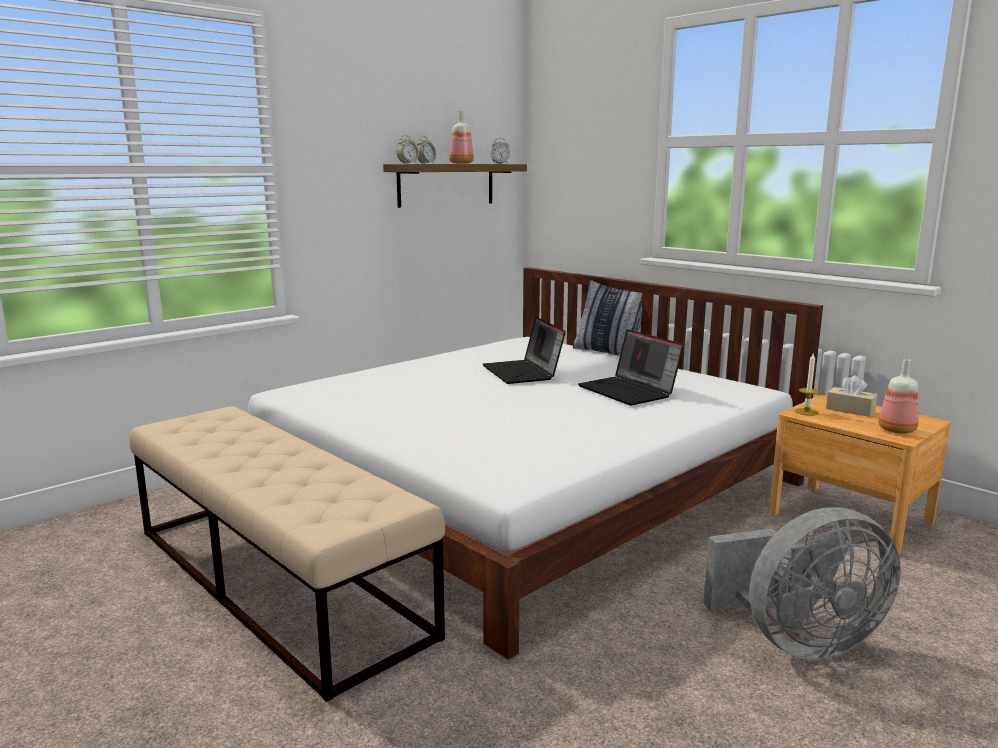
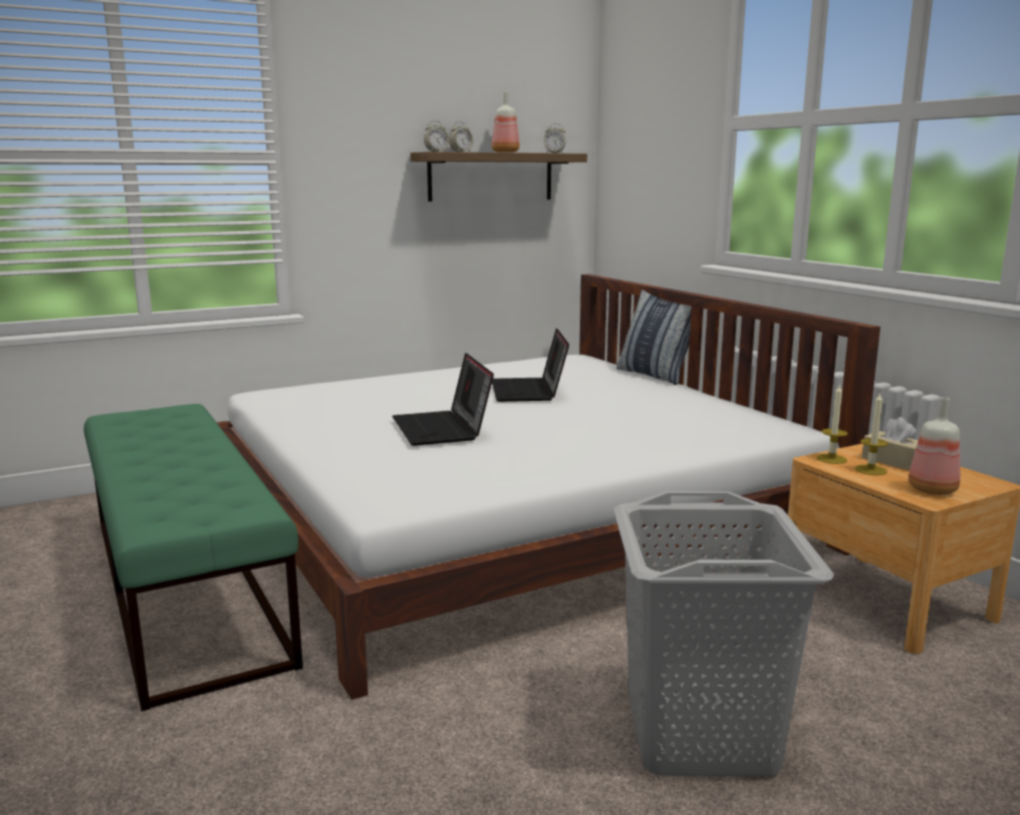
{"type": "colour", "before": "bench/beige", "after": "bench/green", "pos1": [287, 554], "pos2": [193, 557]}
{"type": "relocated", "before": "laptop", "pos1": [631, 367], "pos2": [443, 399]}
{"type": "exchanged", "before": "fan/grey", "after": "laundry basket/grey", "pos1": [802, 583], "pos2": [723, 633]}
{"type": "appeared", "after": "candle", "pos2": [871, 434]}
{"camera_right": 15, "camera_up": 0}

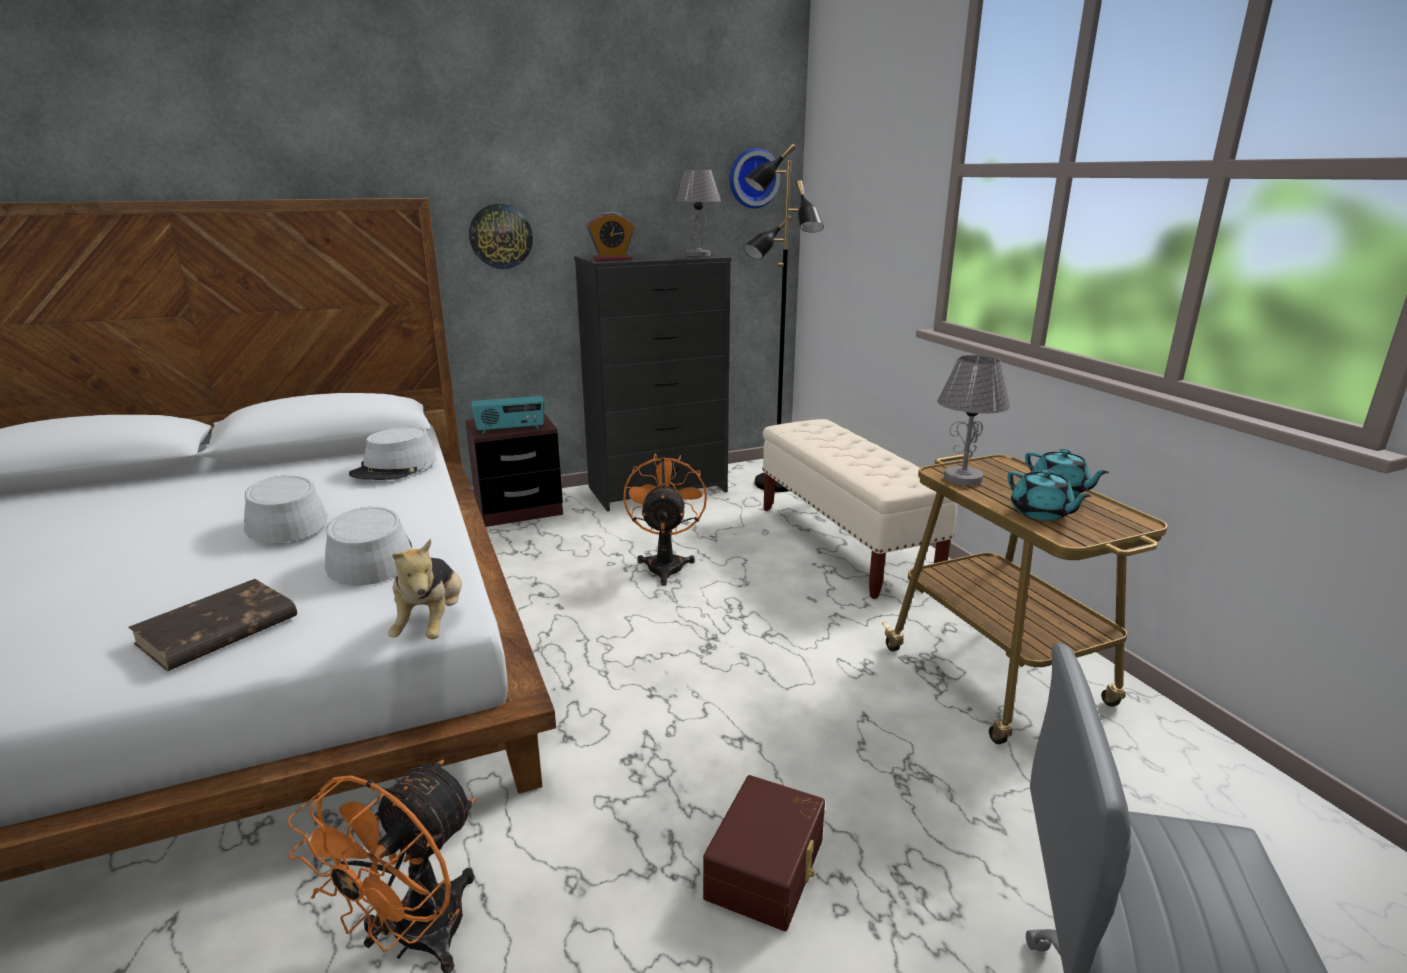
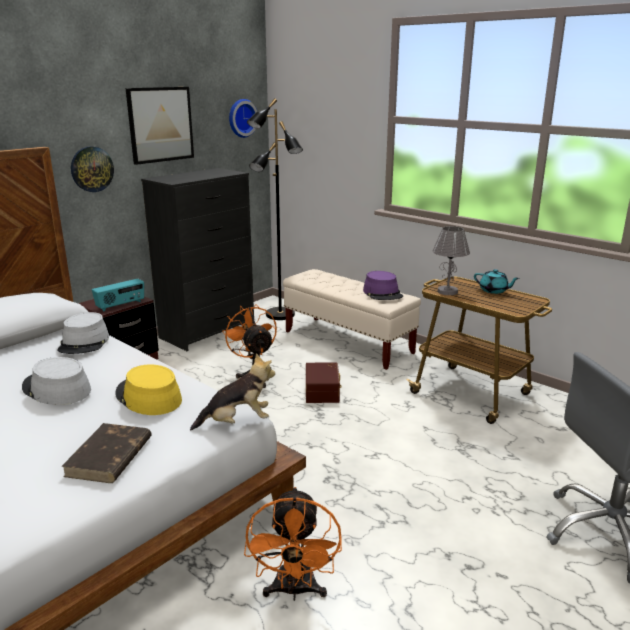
{"type": "colour", "before": "hat/grey", "after": "hat/yellow", "pos1": [368, 546], "pos2": [148, 389]}
{"type": "appeared", "after": "picture", "pos2": [160, 126]}
{"type": "spun", "before": "plush toy", "pos1": [425, 589], "pos2": [232, 392], "turn": -75}
{"type": "relocated", "before": "storage box/brown", "pos1": [764, 853], "pos2": [324, 382]}
{"type": "appeared", "after": "hat/purple", "pos2": [383, 285]}
{"type": "missing", "before": "alarm clock", "pos1": [610, 236]}
{"type": "missing", "before": "table lamp/grey", "pos1": [698, 213]}
{"type": "missing", "before": "teapot/turquoise", "pos1": [1049, 495]}
{"camera_right": -25, "camera_up": 0}

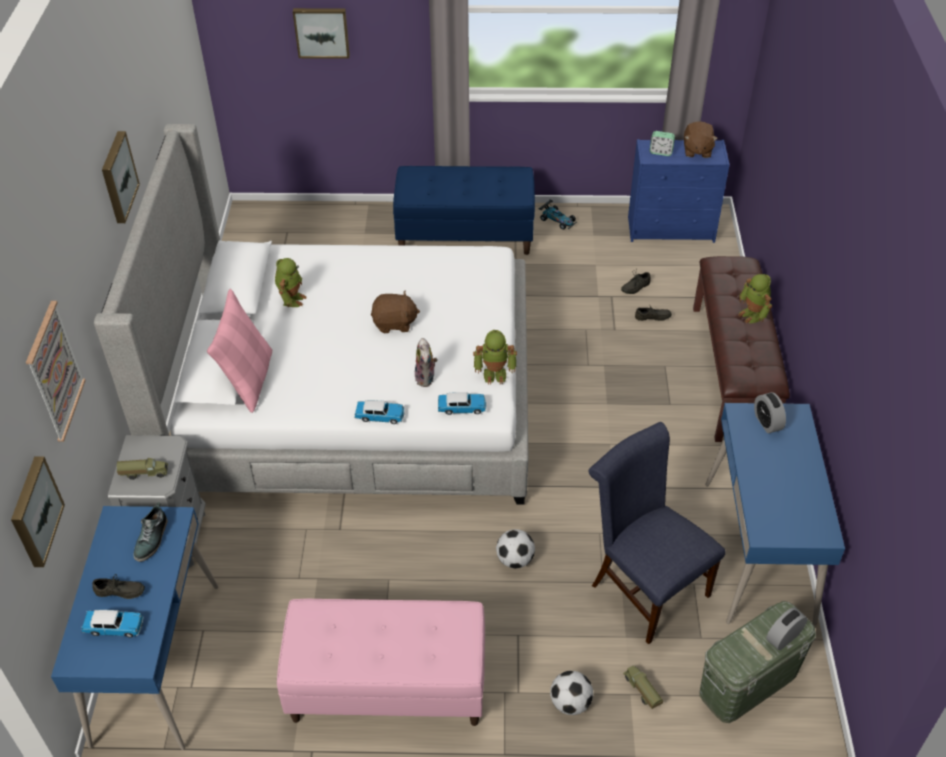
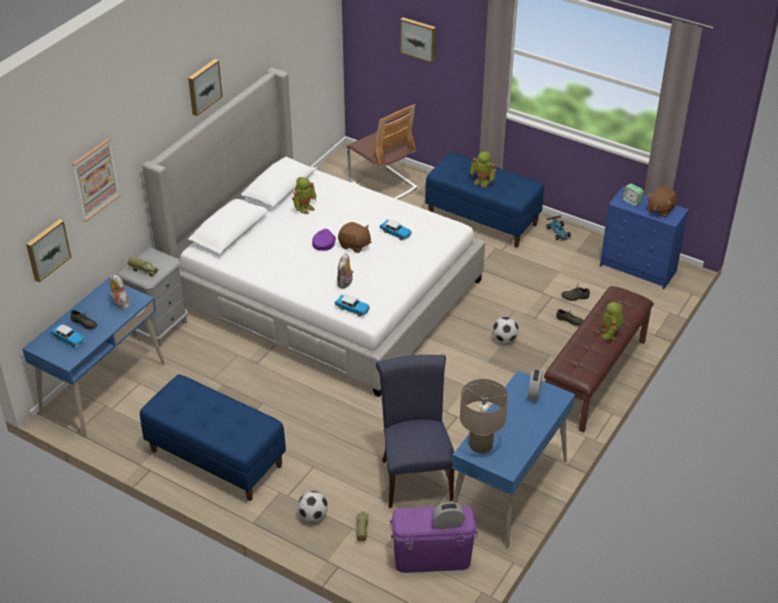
{"type": "exchanged", "before": "shoe", "after": "plush toy", "pos1": [150, 532], "pos2": [120, 292]}
{"type": "colour", "before": "bench/pink", "after": "bench/blue", "pos1": [381, 662], "pos2": [213, 437]}
{"type": "appeared", "after": "cap/purple", "pos2": [324, 240]}
{"type": "appeared", "after": "chair", "pos2": [382, 151]}
{"type": "relocated", "before": "toy car", "pos1": [379, 412], "pos2": [396, 230]}
{"type": "colour", "before": "storage box/green", "after": "storage box/purple", "pos1": [757, 662], "pos2": [434, 539]}
{"type": "appeared", "after": "table lamp/beige", "pos2": [484, 416]}
{"type": "relocated", "before": "toy robot", "pos1": [495, 357], "pos2": [483, 169]}
{"type": "relocated", "before": "football", "pos1": [515, 549], "pos2": [506, 330]}
{"type": "missing", "before": "pillow/pink", "pos1": [239, 351]}
{"camera_right": 30, "camera_up": -5}

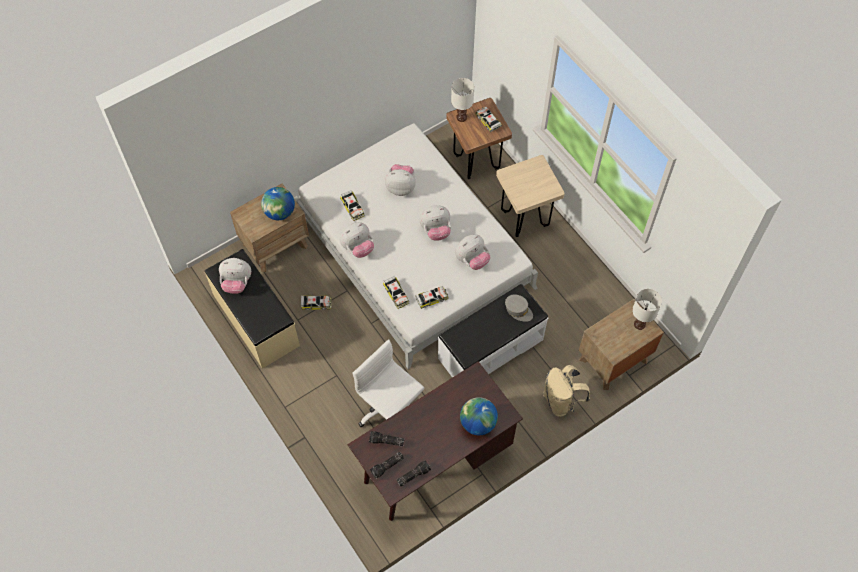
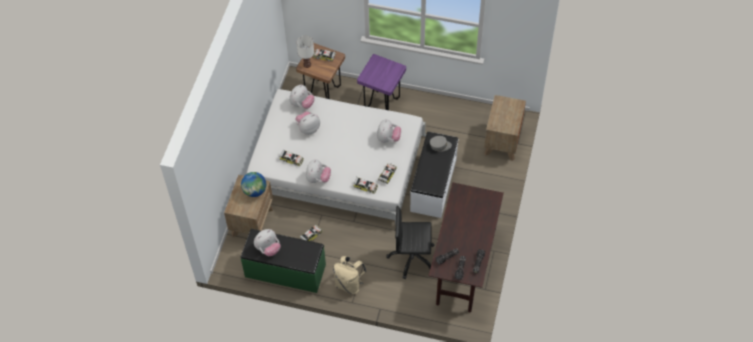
{"type": "colour", "before": "bench/beige", "after": "bench/green", "pos1": [252, 308], "pos2": [283, 261]}
{"type": "relocated", "before": "plush toy", "pos1": [435, 223], "pos2": [302, 97]}
{"type": "relocated", "before": "backpack/beige", "pos1": [566, 391], "pos2": [350, 275]}
{"type": "colour", "before": "stool/beige", "after": "stool/purple", "pos1": [530, 196], "pos2": [381, 82]}
{"type": "colour", "before": "office chair/white", "after": "office chair/black", "pos1": [388, 383], "pos2": [410, 242]}
{"type": "missing", "before": "globe", "pos1": [479, 416]}
{"type": "missing", "before": "table lamp/white", "pos1": [647, 309]}
{"camera_right": -40, "camera_up": -5}

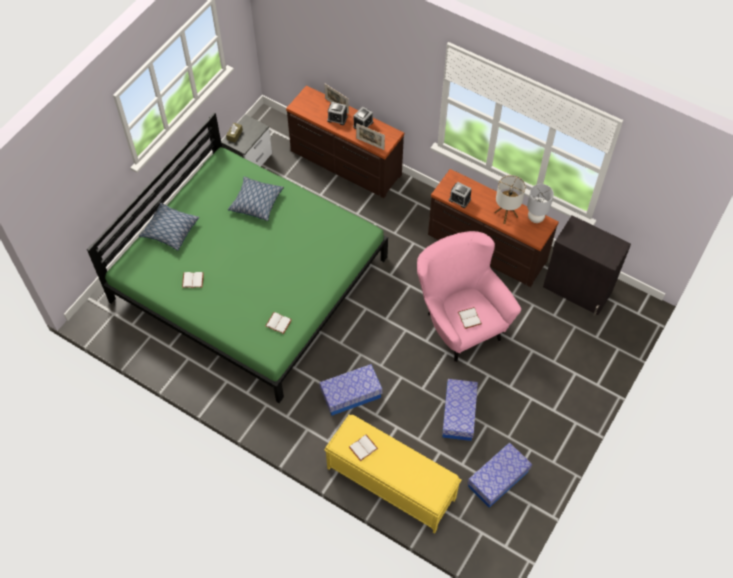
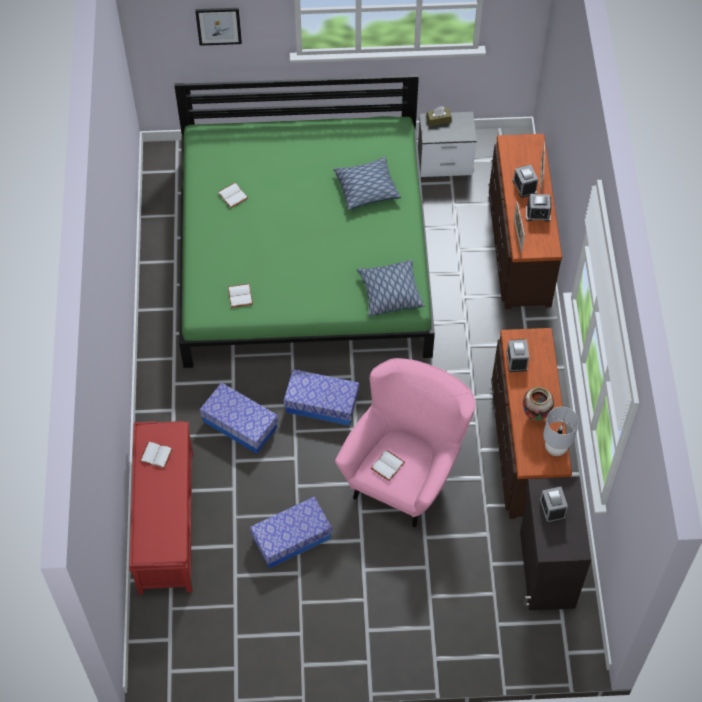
{"type": "colour", "before": "bench/yellow", "after": "bench/red", "pos1": [393, 474], "pos2": [161, 507]}
{"type": "appeared", "after": "picture", "pos2": [218, 27]}
{"type": "relocated", "before": "storage box", "pos1": [500, 475], "pos2": [321, 397]}
{"type": "relocated", "before": "pillow", "pos1": [169, 227], "pos2": [391, 288]}
{"type": "exchanged", "before": "table lamp", "after": "vase", "pos1": [510, 199], "pos2": [538, 404]}
{"type": "appeared", "after": "alarm clock", "pos2": [553, 504]}
{"camera_right": 55, "camera_up": 0}

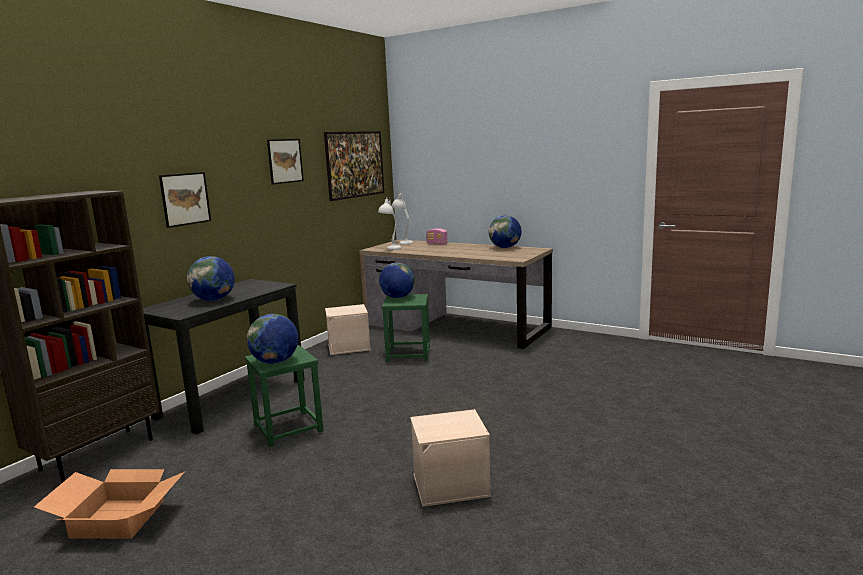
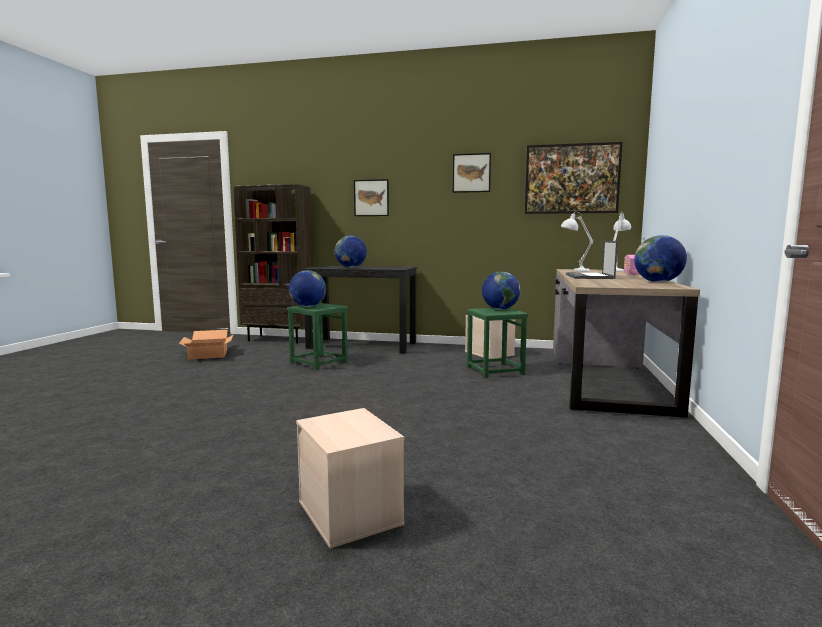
{"type": "relocated", "before": "storage box/beige", "pos1": [450, 458], "pos2": [350, 478]}
{"type": "appeared", "after": "laptop", "pos2": [592, 260]}
{"camera_right": 70, "camera_up": -5}

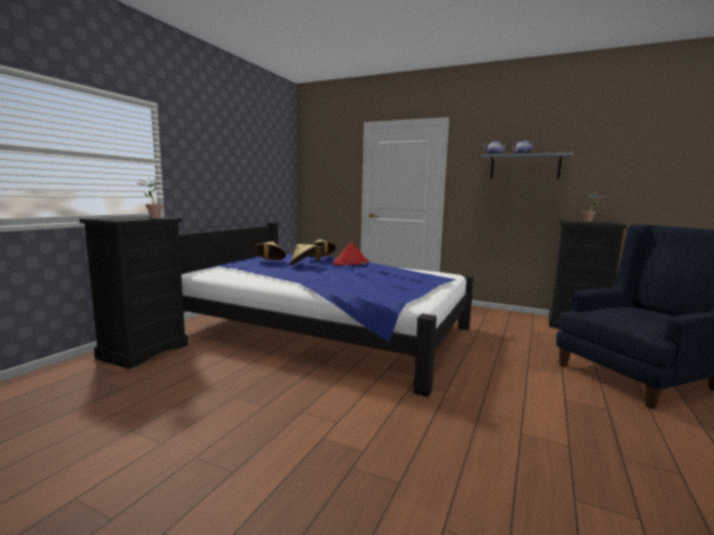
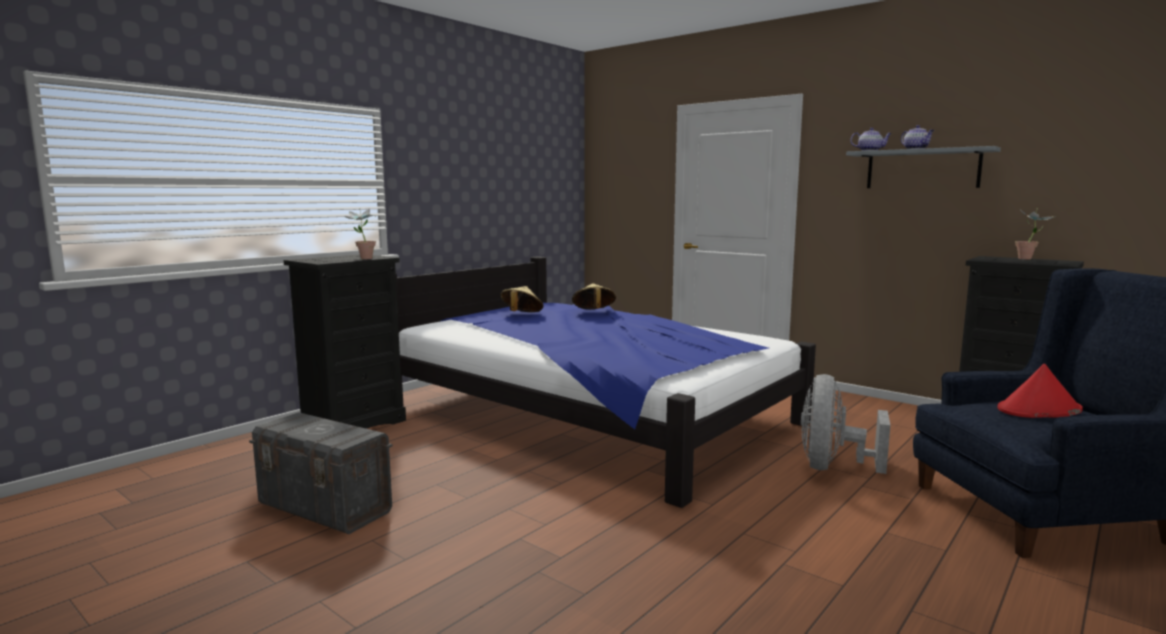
{"type": "appeared", "after": "storage box/grey", "pos2": [320, 473]}
{"type": "appeared", "after": "fan/grey", "pos2": [846, 424]}
{"type": "relocated", "before": "hat/red", "pos1": [351, 253], "pos2": [1040, 391]}
{"type": "missing", "before": "hat/beige", "pos1": [305, 254]}
{"camera_right": 15, "camera_up": 0}

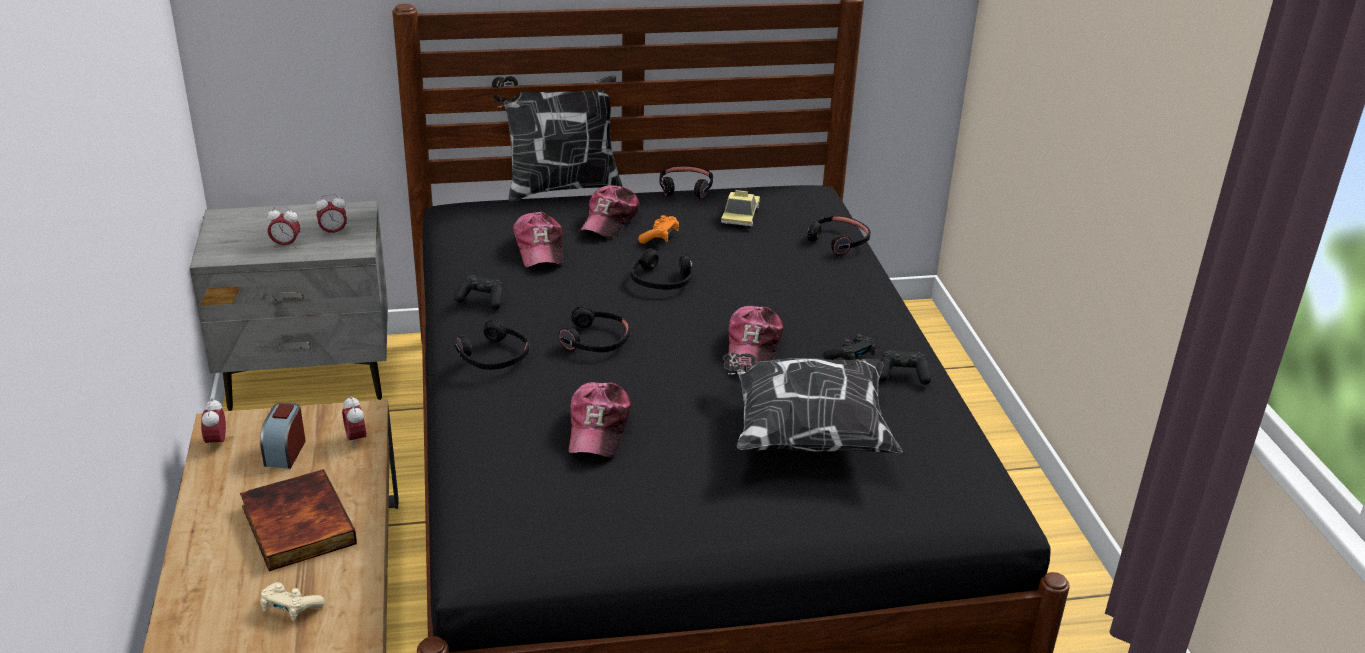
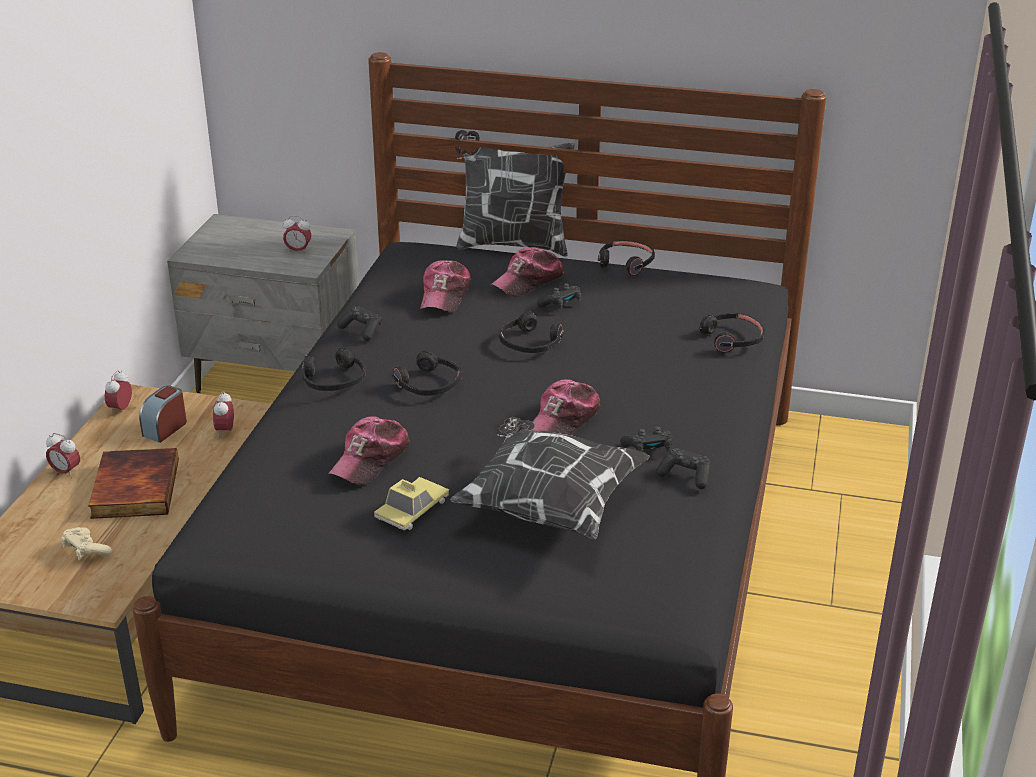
{"type": "relocated", "before": "alarm clock", "pos1": [283, 227], "pos2": [63, 455]}
{"type": "relocated", "before": "toy car", "pos1": [740, 208], "pos2": [411, 503]}
{"type": "colour", "before": "game controller/orange", "after": "game controller/black", "pos1": [658, 229], "pos2": [559, 296]}
{"camera_right": 25, "camera_up": 0}

